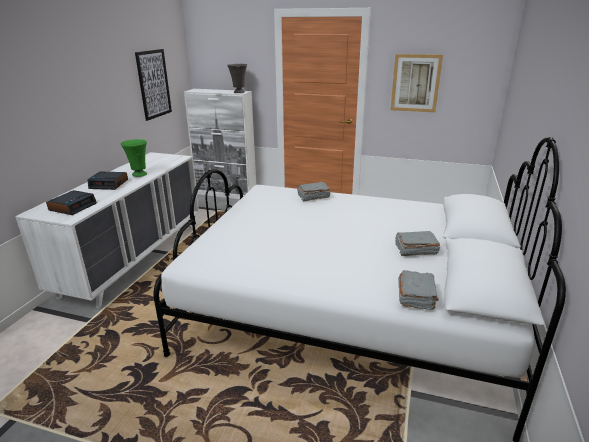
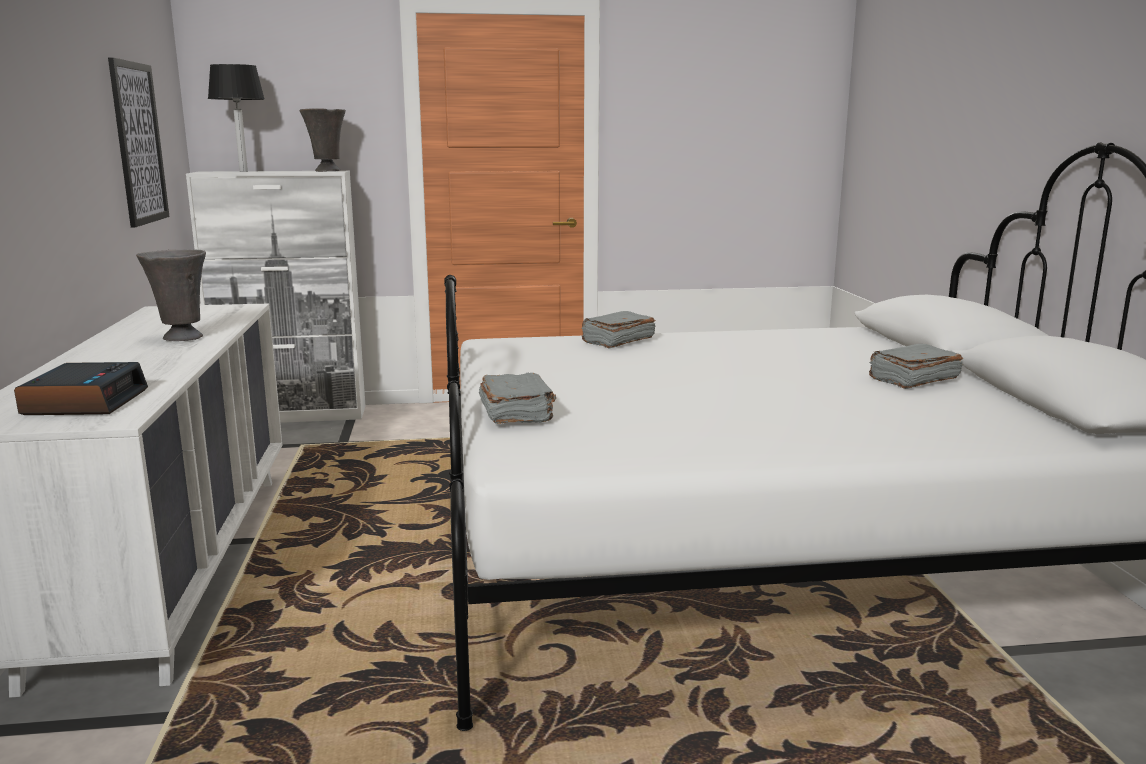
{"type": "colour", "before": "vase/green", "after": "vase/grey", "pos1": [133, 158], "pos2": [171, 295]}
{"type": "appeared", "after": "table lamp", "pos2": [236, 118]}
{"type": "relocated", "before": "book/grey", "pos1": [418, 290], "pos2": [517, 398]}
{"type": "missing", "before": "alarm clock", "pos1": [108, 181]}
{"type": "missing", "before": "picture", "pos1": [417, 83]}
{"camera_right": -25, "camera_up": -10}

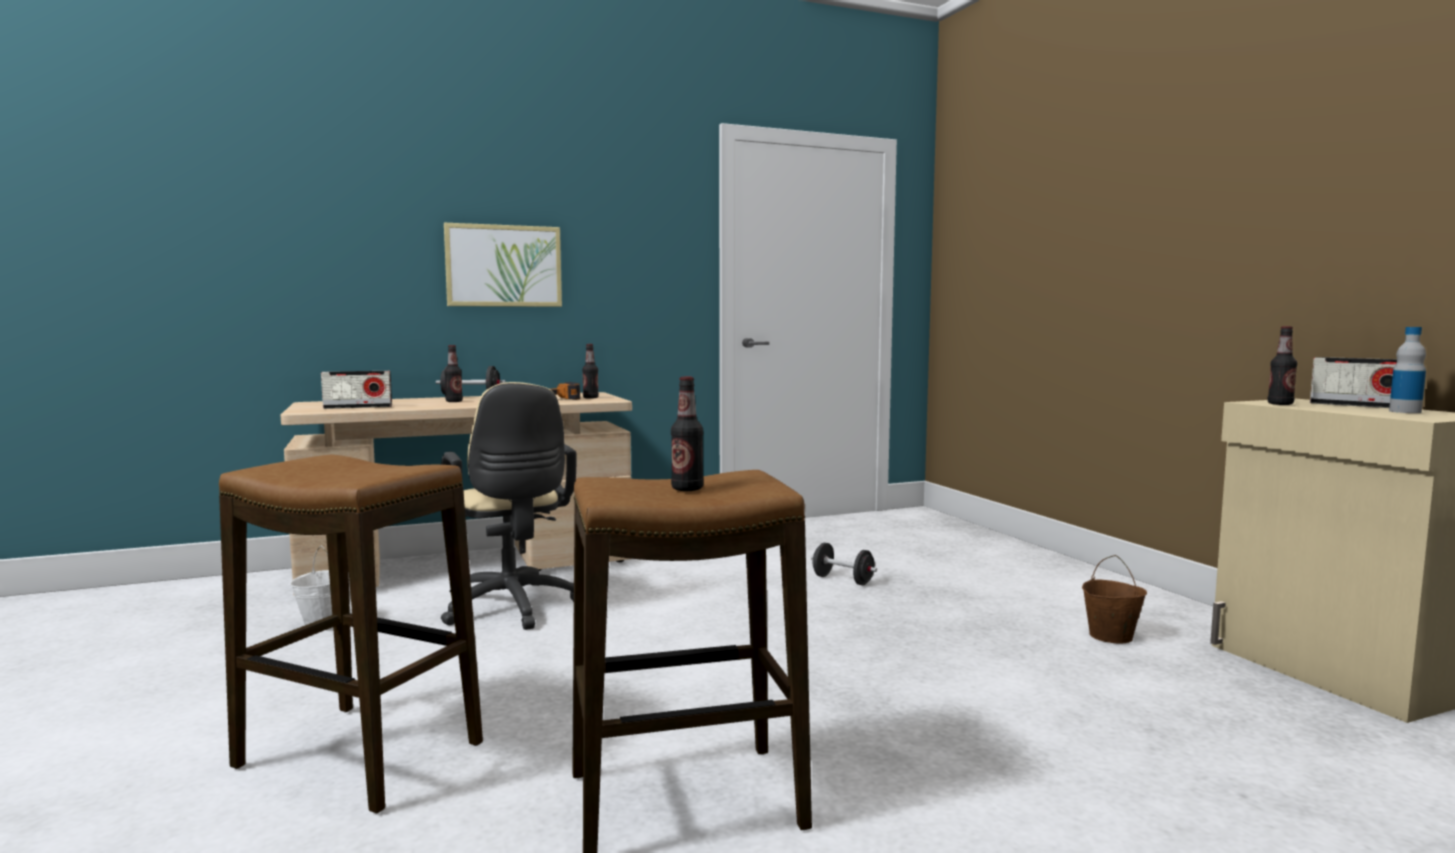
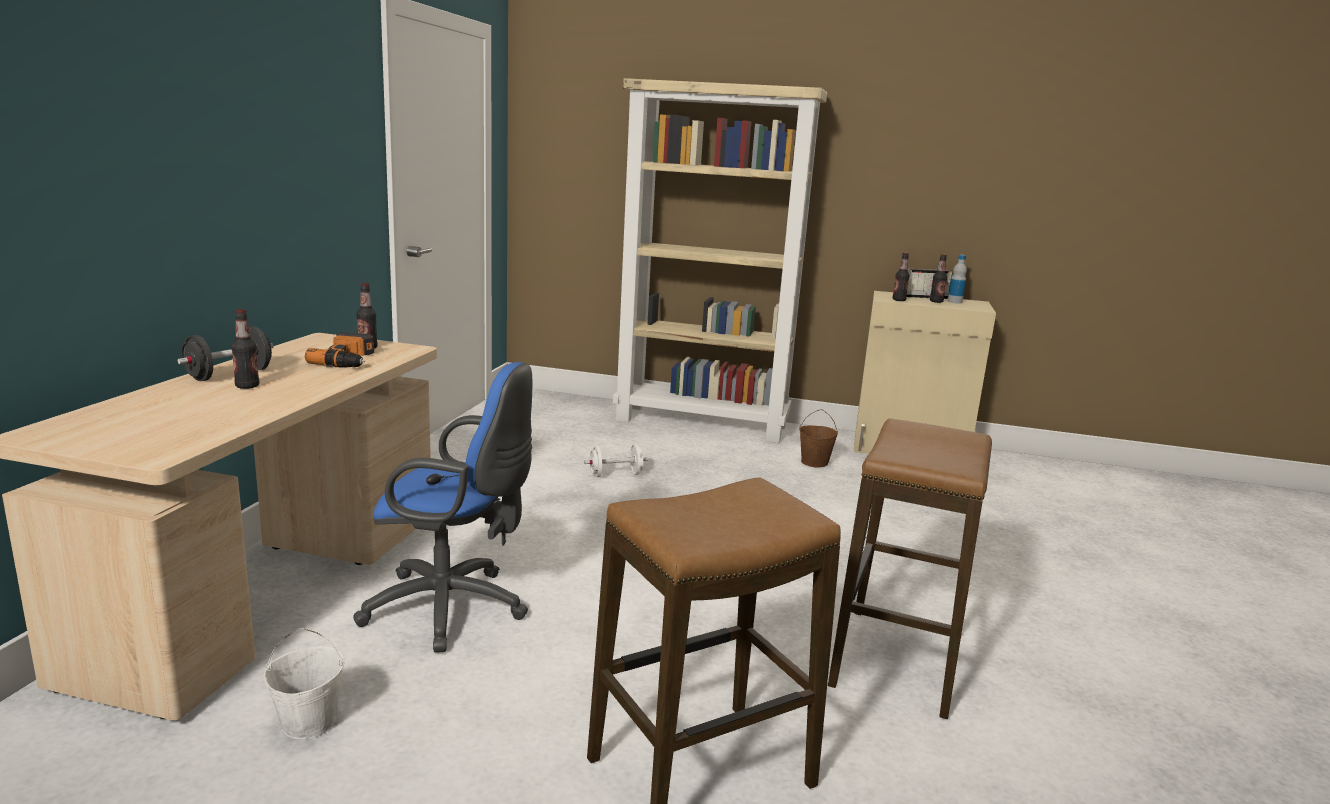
{"type": "colour", "before": "office chair/beige", "after": "office chair/blue", "pos1": [508, 506], "pos2": [443, 507]}
{"type": "colour", "before": "dumbbell/black", "after": "dumbbell/white", "pos1": [844, 564], "pos2": [616, 460]}
{"type": "appeared", "after": "bookcase/beige", "pos2": [720, 260]}
{"type": "relocated", "before": "bottle", "pos1": [687, 434], "pos2": [938, 278]}
{"type": "missing", "before": "radio", "pos1": [356, 390]}
{"type": "missing", "before": "picture", "pos1": [503, 265]}
{"camera_right": -55, "camera_up": 10}

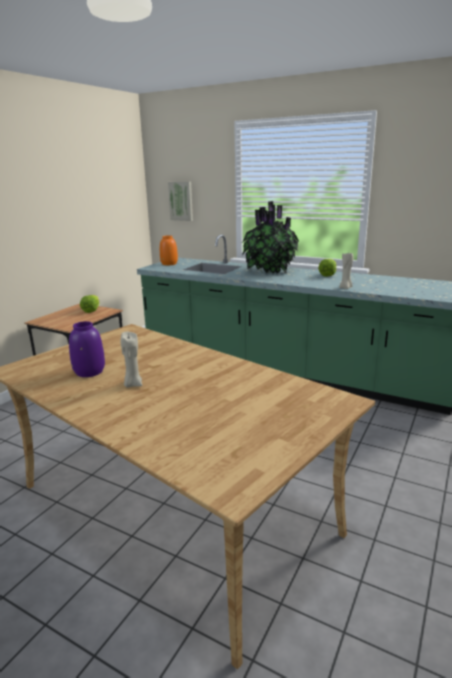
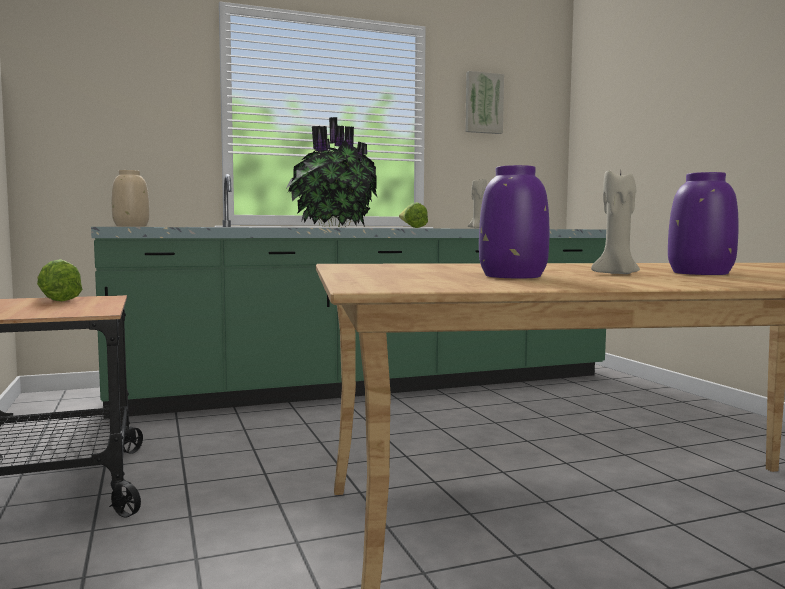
{"type": "colour", "before": "vase/orange", "after": "vase/beige", "pos1": [169, 250], "pos2": [130, 198]}
{"type": "relocated", "before": "picture", "pos1": [180, 201], "pos2": [484, 102]}
{"type": "appeared", "after": "vase/purple", "pos2": [703, 223]}
{"camera_right": -50, "camera_up": -15}

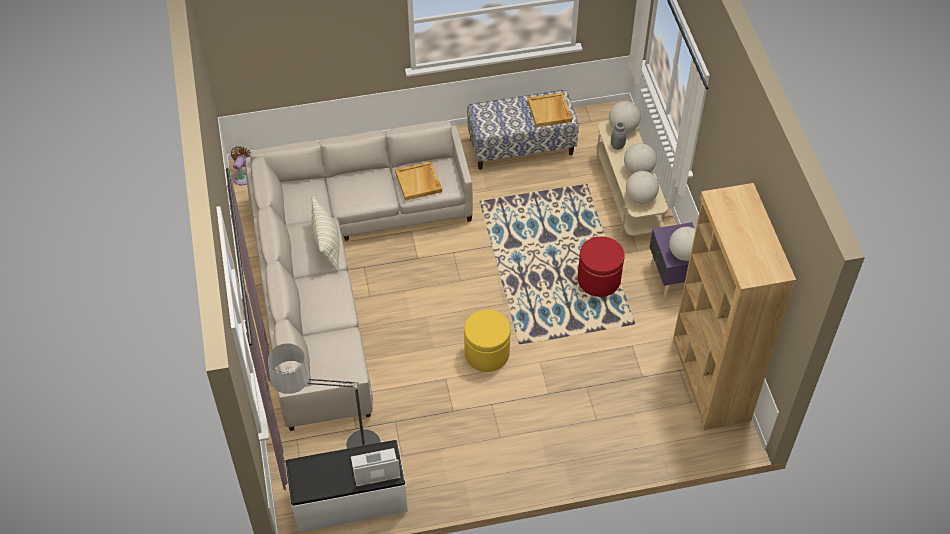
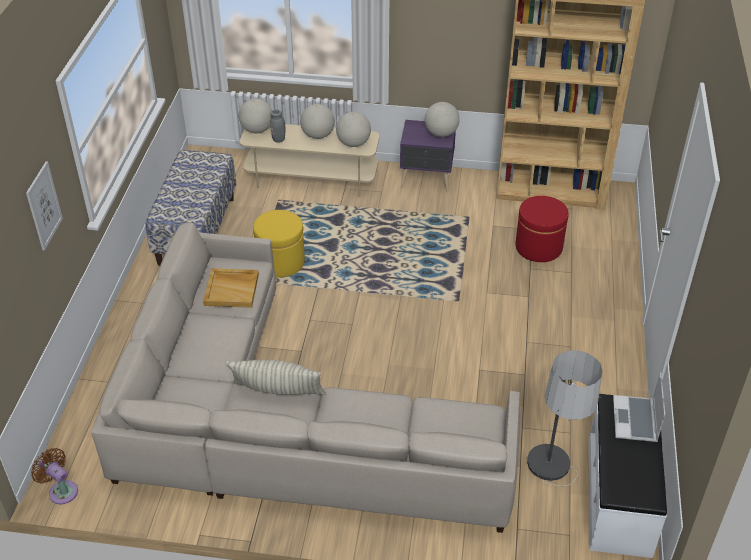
{"type": "appeared", "after": "picture", "pos2": [44, 206]}
{"type": "relocated", "before": "ottoman/yellow", "pos1": [487, 341], "pos2": [279, 243]}
{"type": "relocated", "before": "ottoman/red", "pos1": [601, 266], "pos2": [542, 229]}
{"type": "missing", "before": "tray/beige", "pos1": [550, 109]}
{"camera_right": -70, "camera_up": -10}

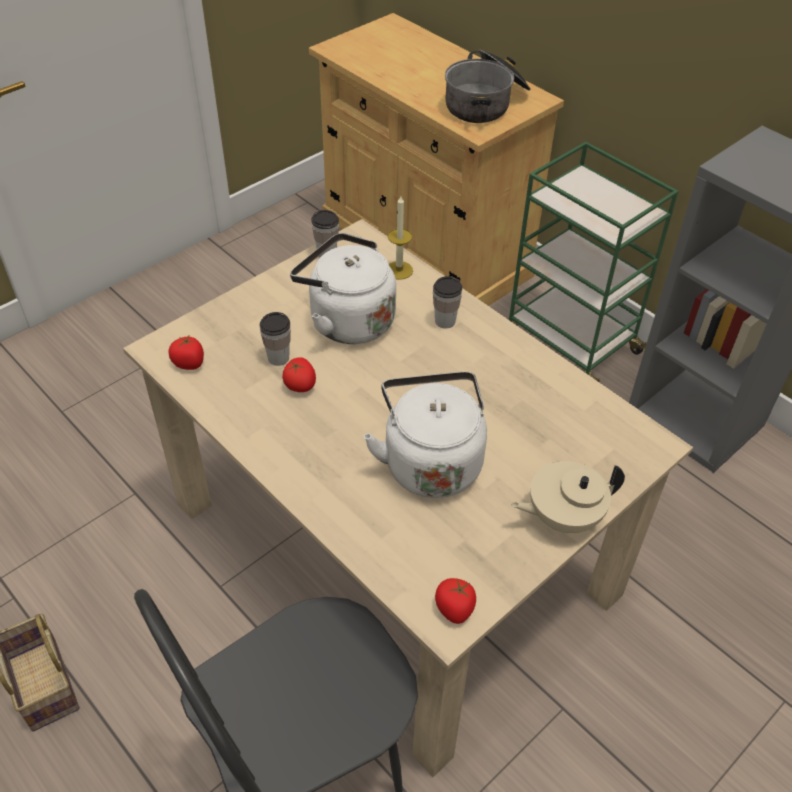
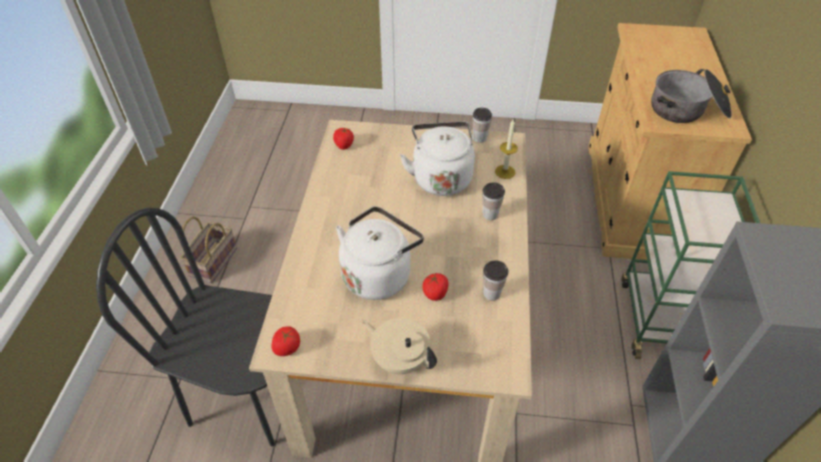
{"type": "relocated", "before": "tomato", "pos1": [299, 374], "pos2": [435, 287]}
{"type": "relocated", "before": "cup", "pos1": [275, 339], "pos2": [496, 280]}
{"camera_right": 50, "camera_up": 0}

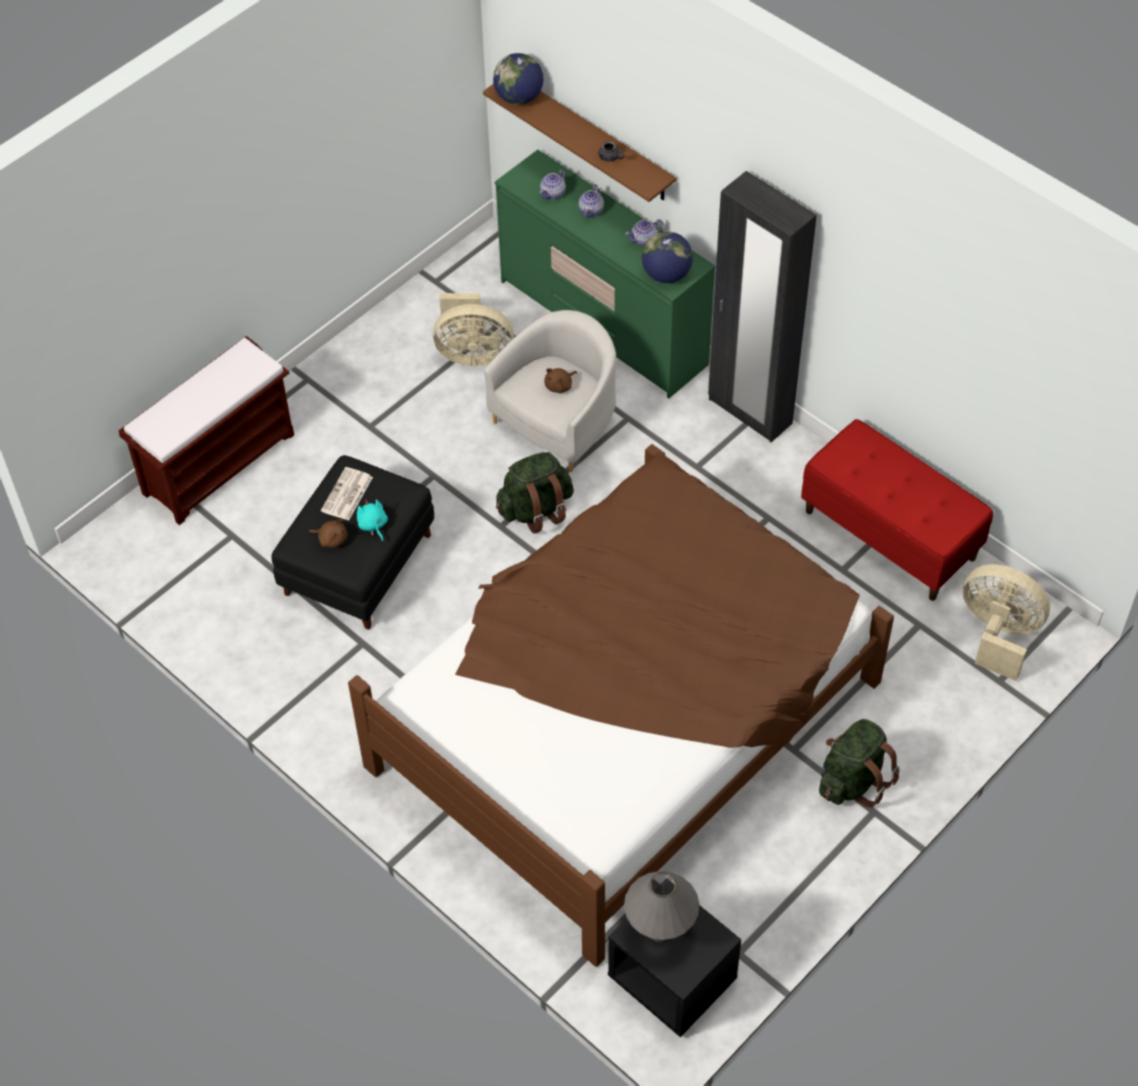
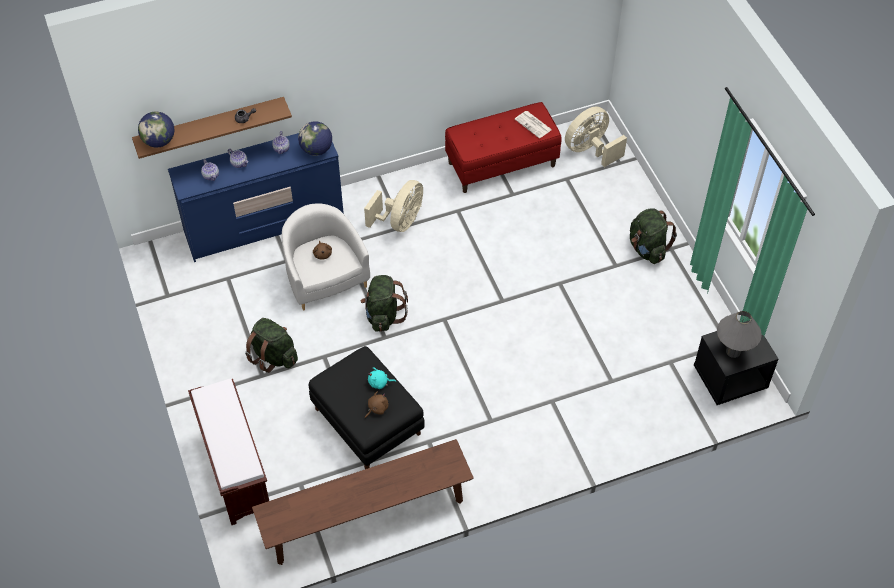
{"type": "colour", "before": "dresser/green", "after": "dresser/blue", "pos1": [605, 274], "pos2": [256, 197]}
{"type": "appeared", "after": "backpack/green", "pos2": [271, 345]}
{"type": "appeared", "after": "bench/brown", "pos2": [363, 502]}
{"type": "relocated", "before": "fan/beige", "pos1": [473, 329], "pos2": [393, 206]}
{"type": "relocated", "before": "newspaper", "pos1": [347, 494], "pos2": [533, 124]}
{"type": "missing", "before": "bed/brown", "pos1": [621, 705]}
{"type": "missing", "before": "wardrobe/black", "pos1": [762, 306]}
{"camera_right": -65, "camera_up": 0}

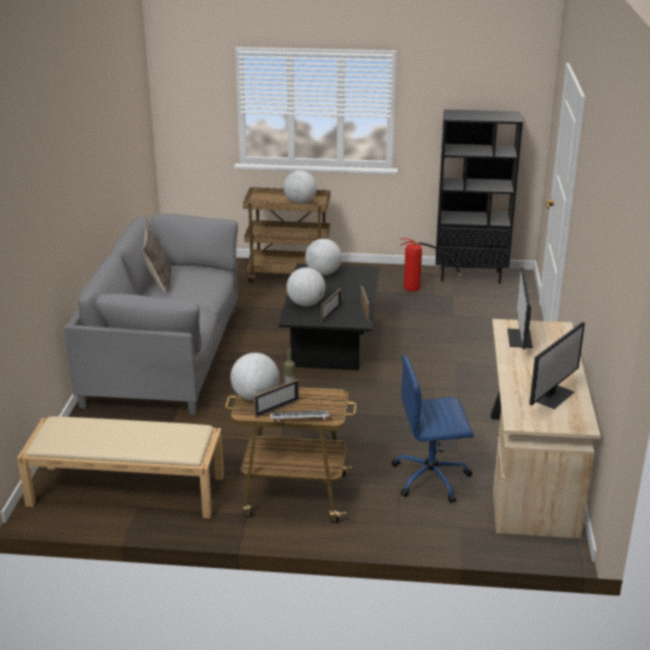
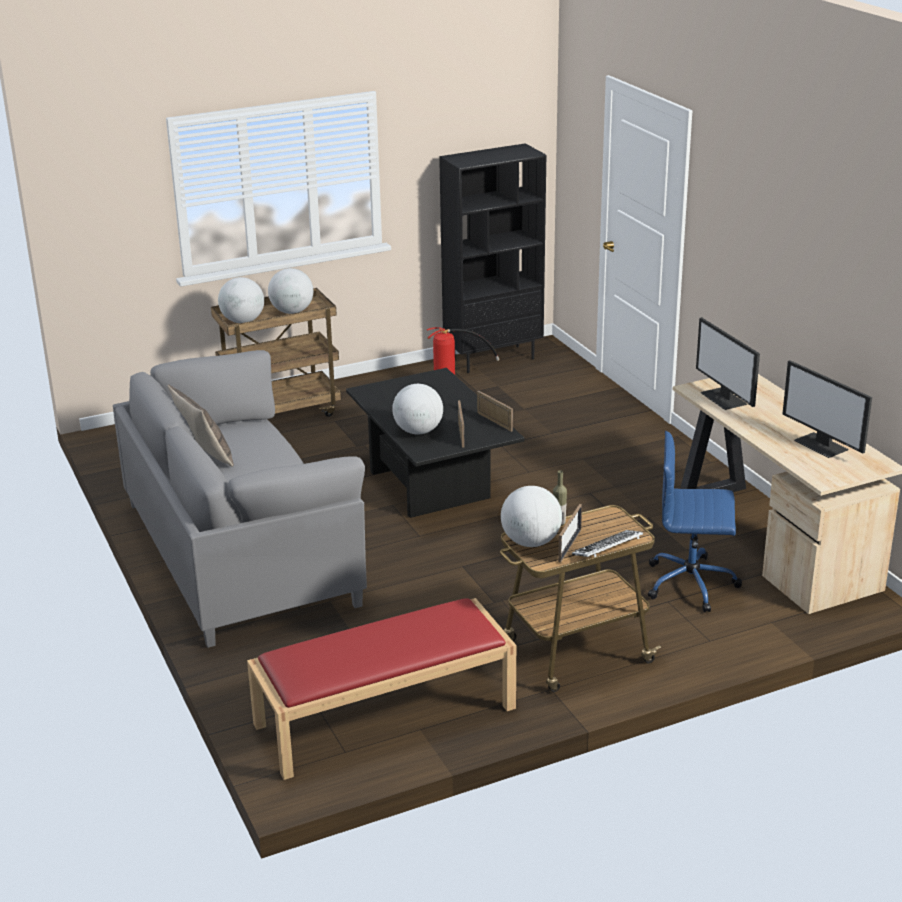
{"type": "relocated", "before": "globe", "pos1": [323, 257], "pos2": [241, 300]}
{"type": "colour", "before": "bench/beige", "after": "bench/red", "pos1": [120, 467], "pos2": [381, 689]}
{"type": "spun", "before": "office chair/blue", "pos1": [432, 429], "pos2": [695, 522], "turn": 45}
{"type": "spun", "before": "monitor", "pos1": [557, 365], "pos2": [827, 409], "turn": 135}
{"camera_right": -30, "camera_up": 0}

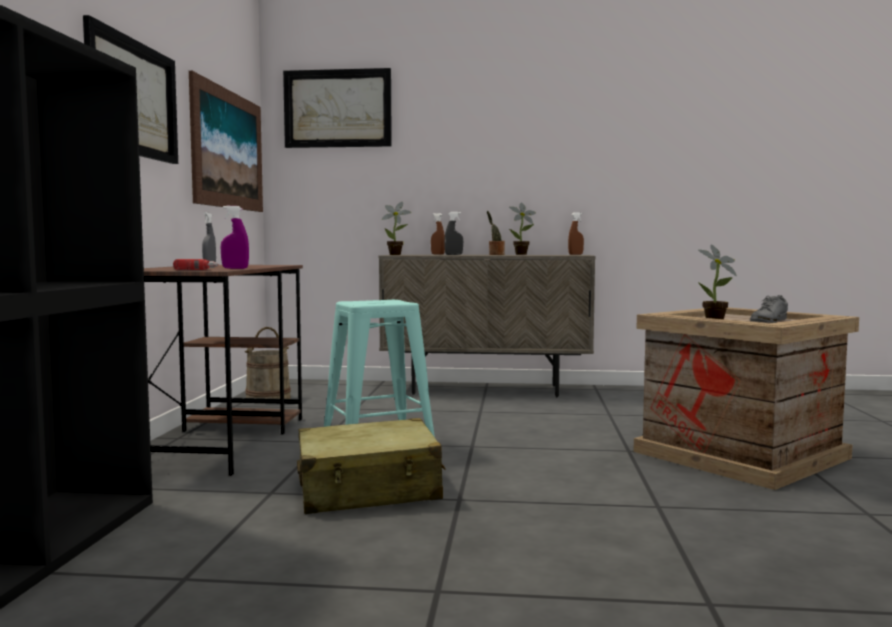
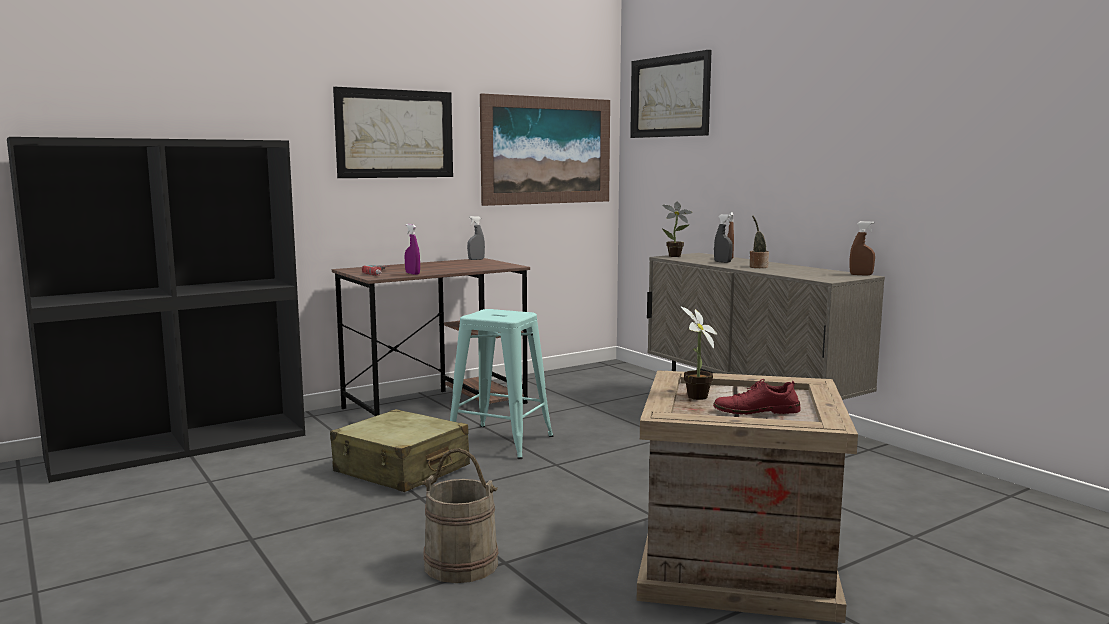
{"type": "relocated", "before": "bucket/beige", "pos1": [268, 363], "pos2": [460, 515]}
{"type": "colour", "before": "shoe/grey", "after": "shoe/red", "pos1": [769, 309], "pos2": [757, 397]}
{"type": "missing", "before": "potted plant", "pos1": [522, 228]}
{"camera_right": 50, "camera_up": 5}

